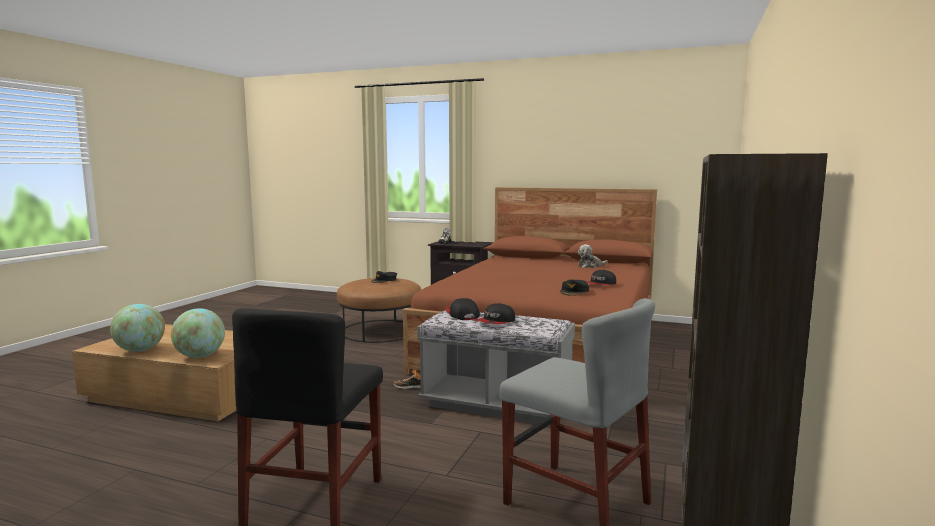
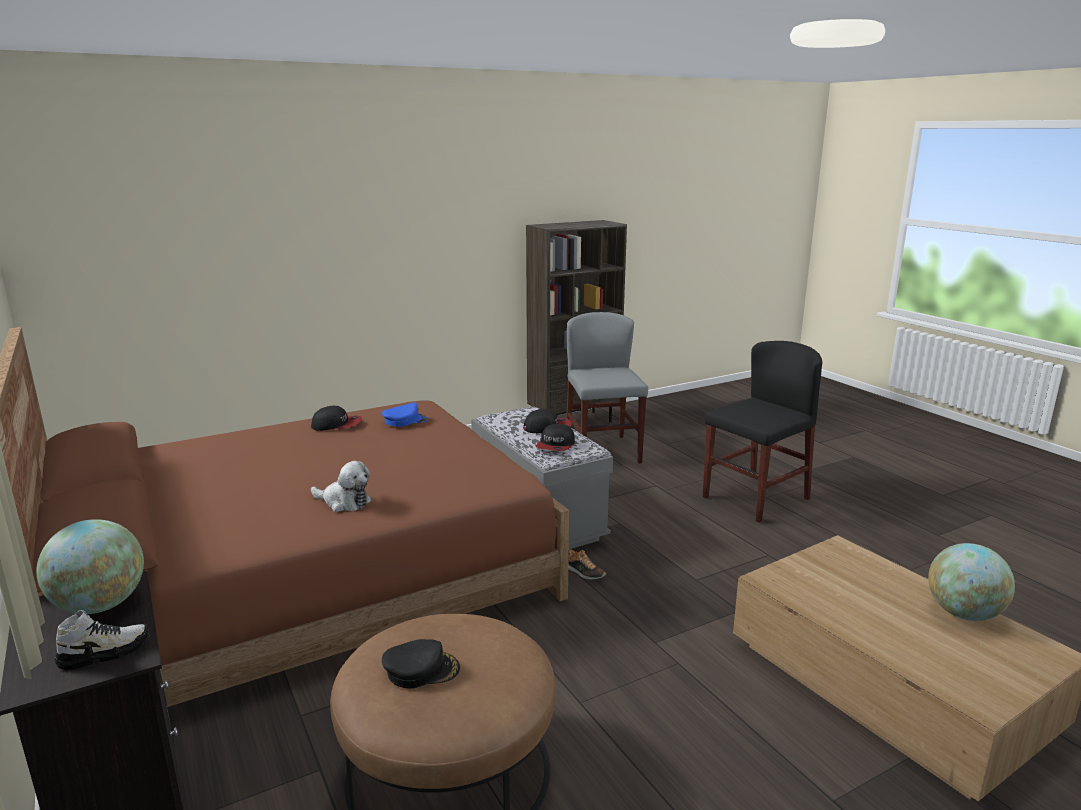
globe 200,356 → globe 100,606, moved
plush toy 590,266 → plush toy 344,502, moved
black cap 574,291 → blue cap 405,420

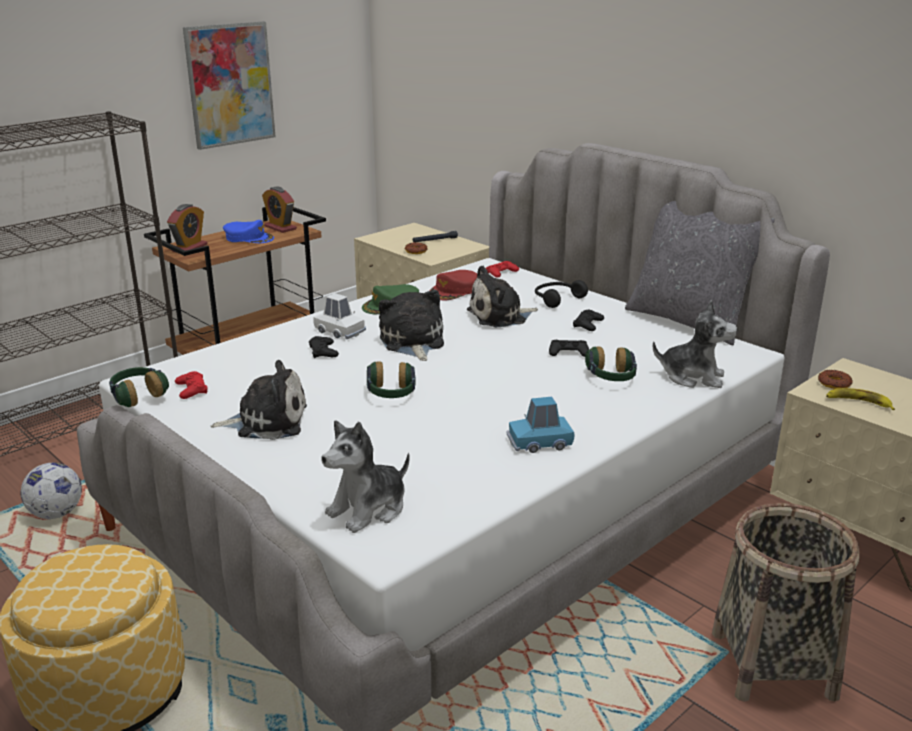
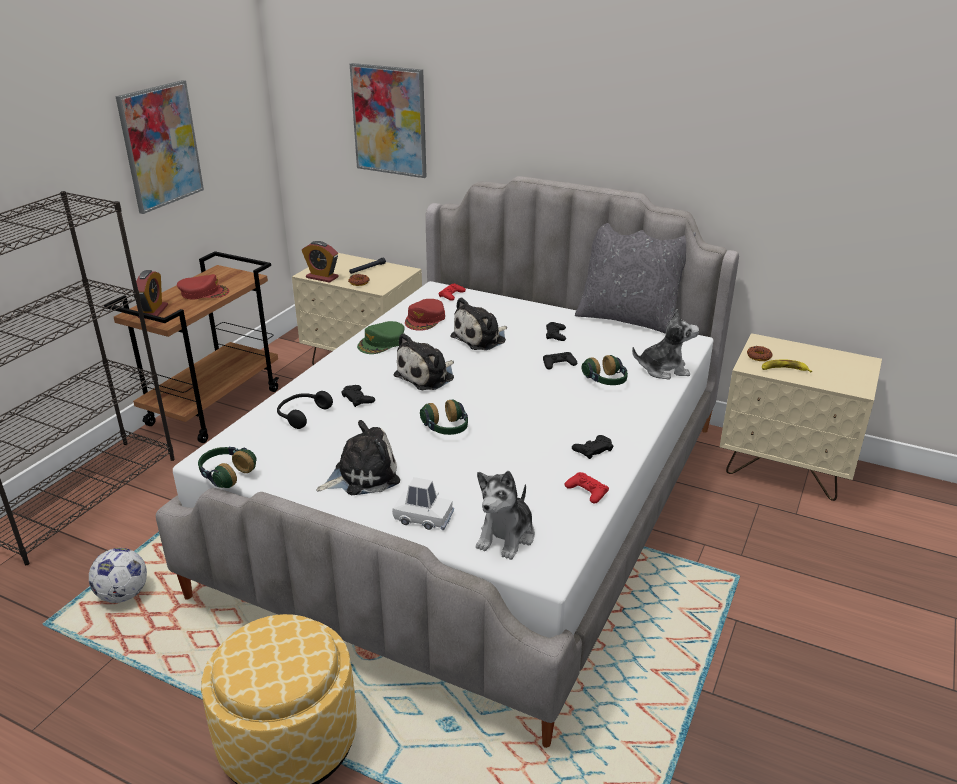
basket 773,664 → -
- → picture 389,120
red game controller 191,389 → red game controller 587,491, moved
alarm clock 280,227 → alarm clock 322,277, moved
white toy car 340,331 → white toy car 423,517, moved
black headphones 556,299 → black headphones 302,414, moved
blue toy car 539,442 → black game controller 593,449
blue cap 249,238 → red cap 204,292
plush toy 412,342 → plush toy 427,376, 105 degrees counterclockwise

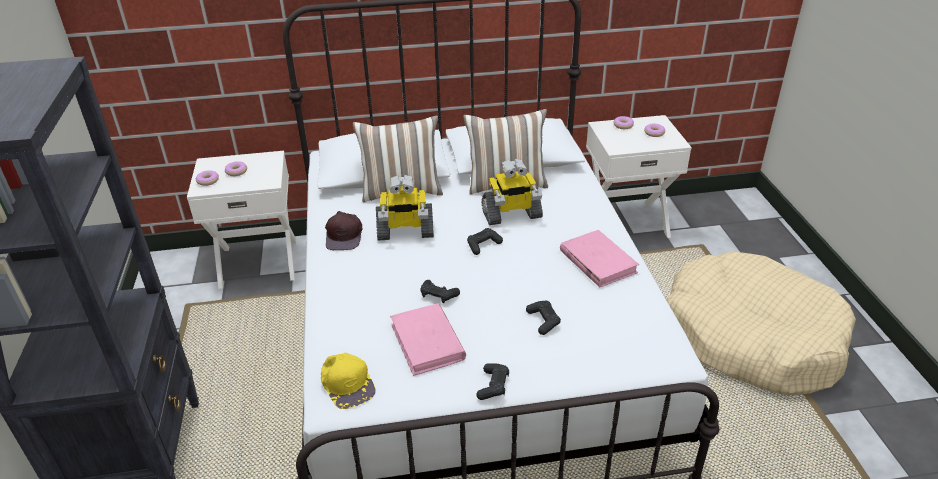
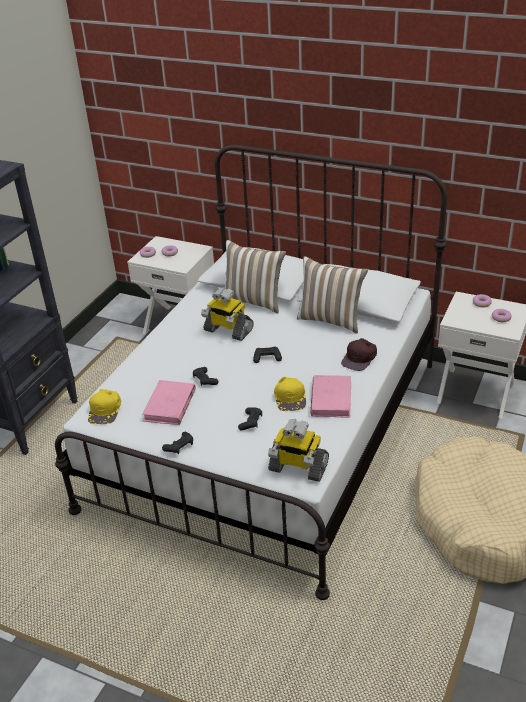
- → yellow cap 290,396
brown cap 345,235 → brown cap 360,358, moved
toy robot 511,215 → toy robot 298,467, moved

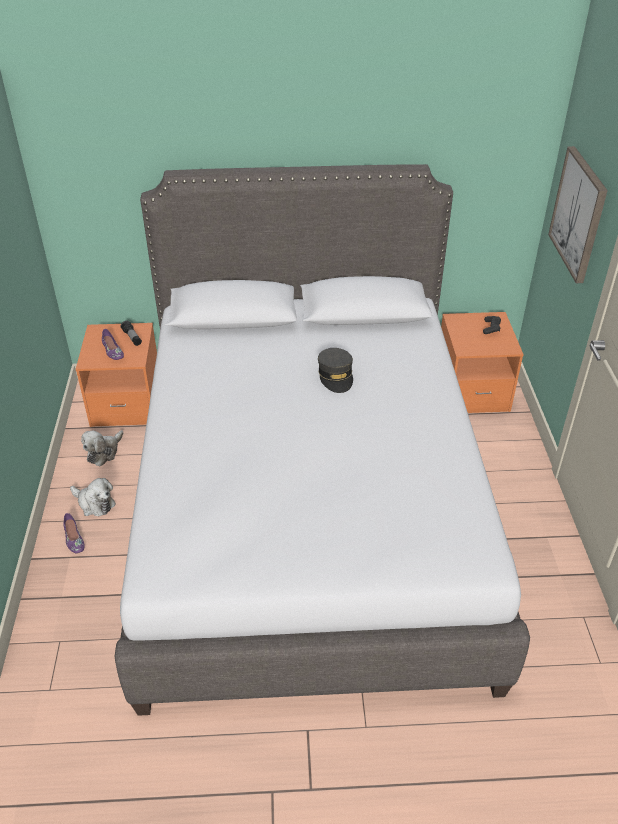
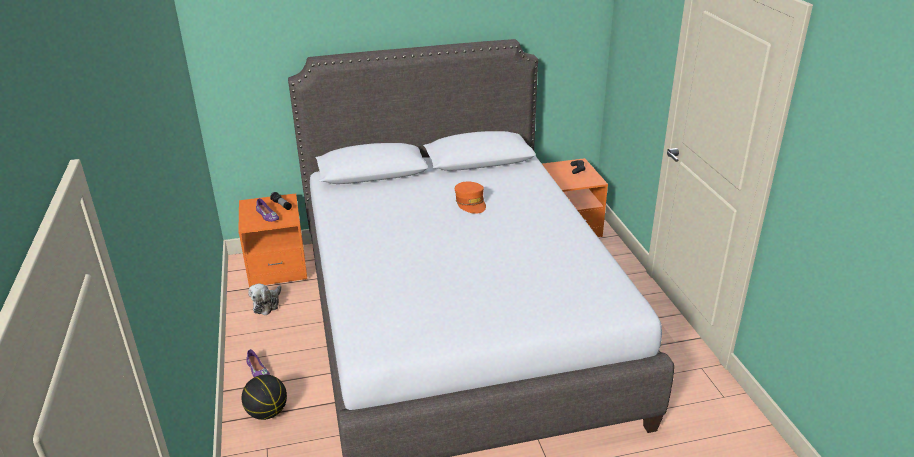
plush toy 94,503 → -
picture 579,214 → -
- → basketball 267,412
grey cap 336,376 → orange cap 470,203

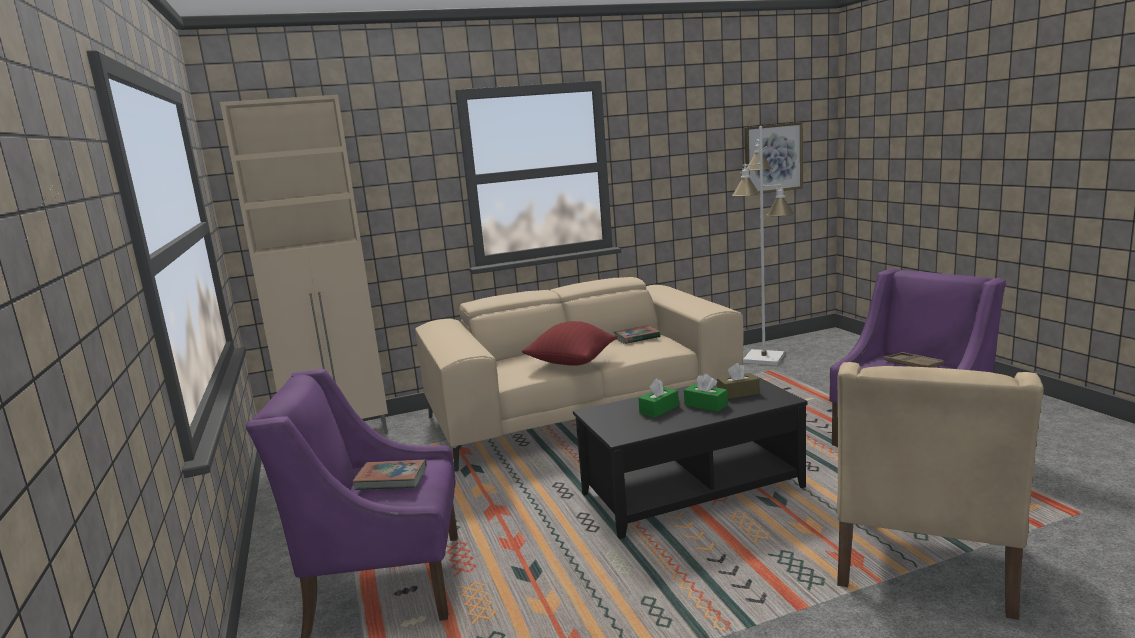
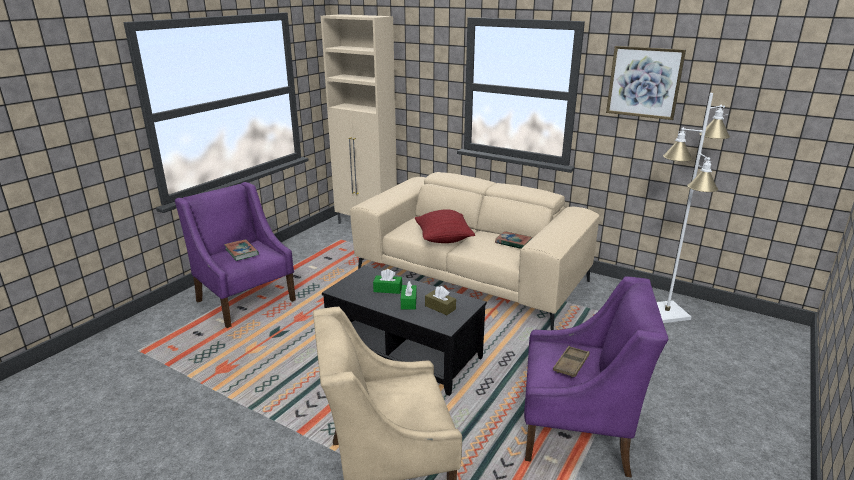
picture 773,158 → picture 644,82, moved

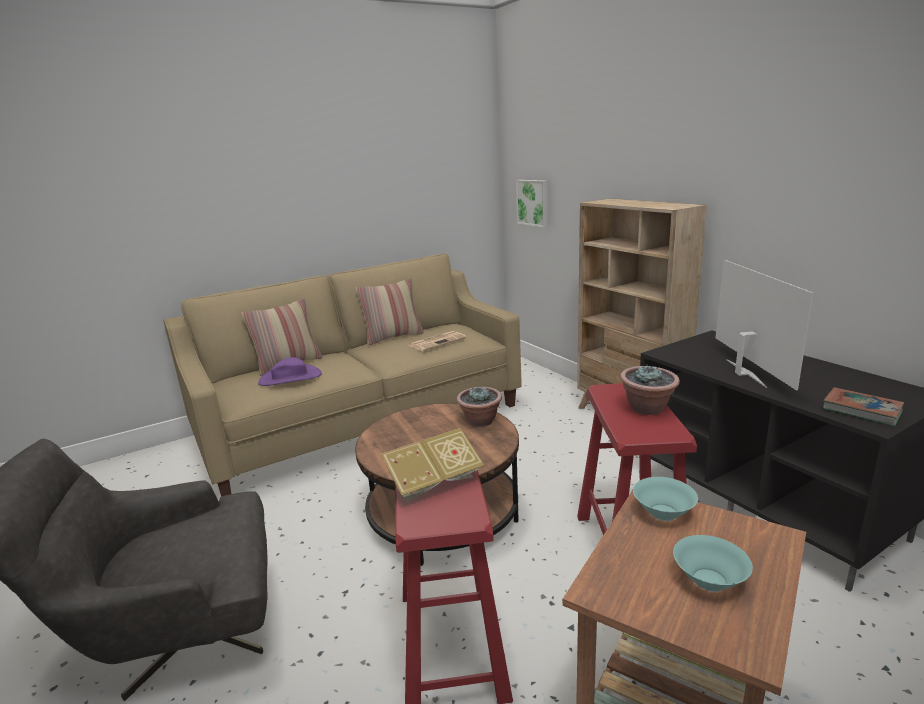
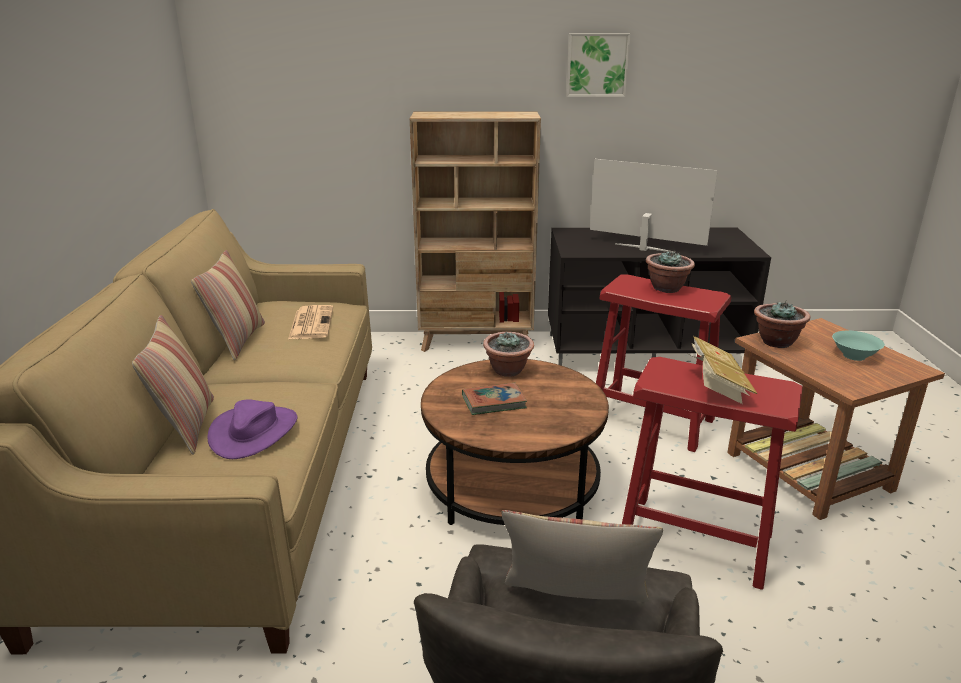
- → pillow 574,609
picture 533,202 → picture 596,65, moved
book 862,410 → book 494,402, moved
turquoise bowl 662,512 → potted plant 776,342

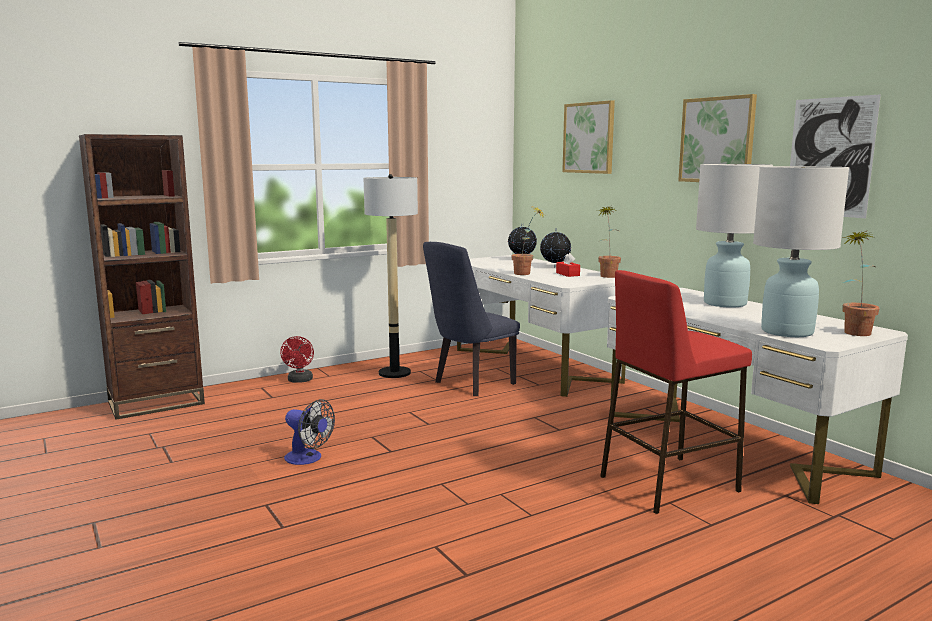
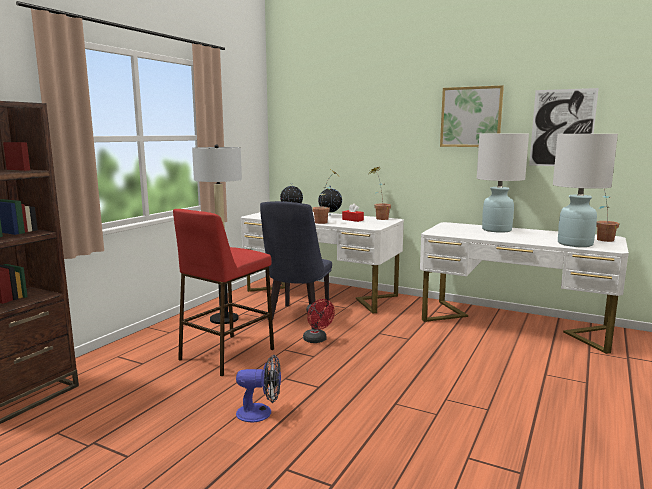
picture 589,138 → -
red fan 300,380 → red fan 317,340, moved
red stool 668,484 → red stool 226,354, moved

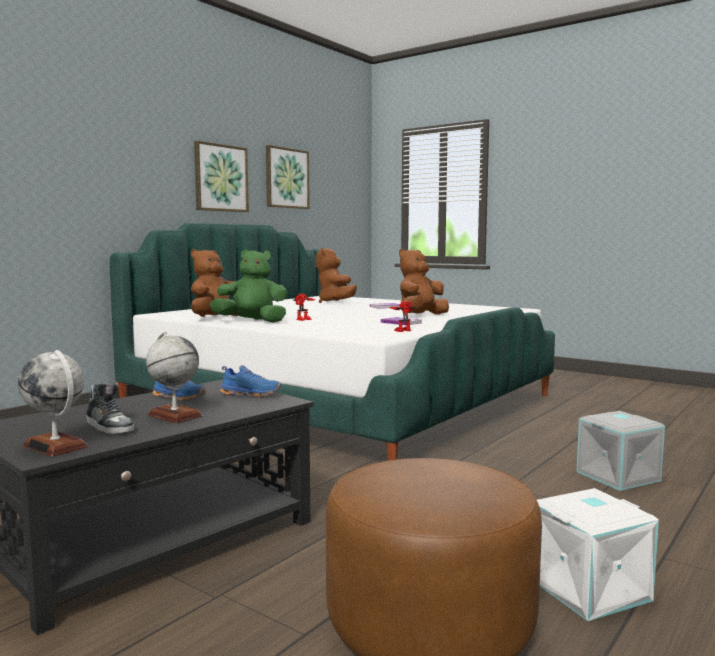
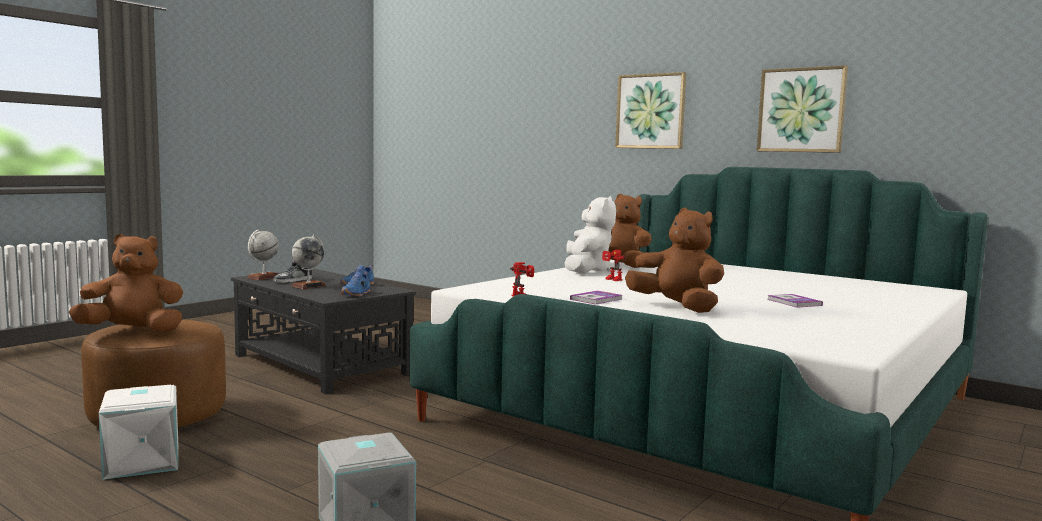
picture 286,178 → picture 651,111, moved
brown plush toy 335,302 → brown plush toy 133,331, moved
green plush toy 252,322 → white plush toy 587,271

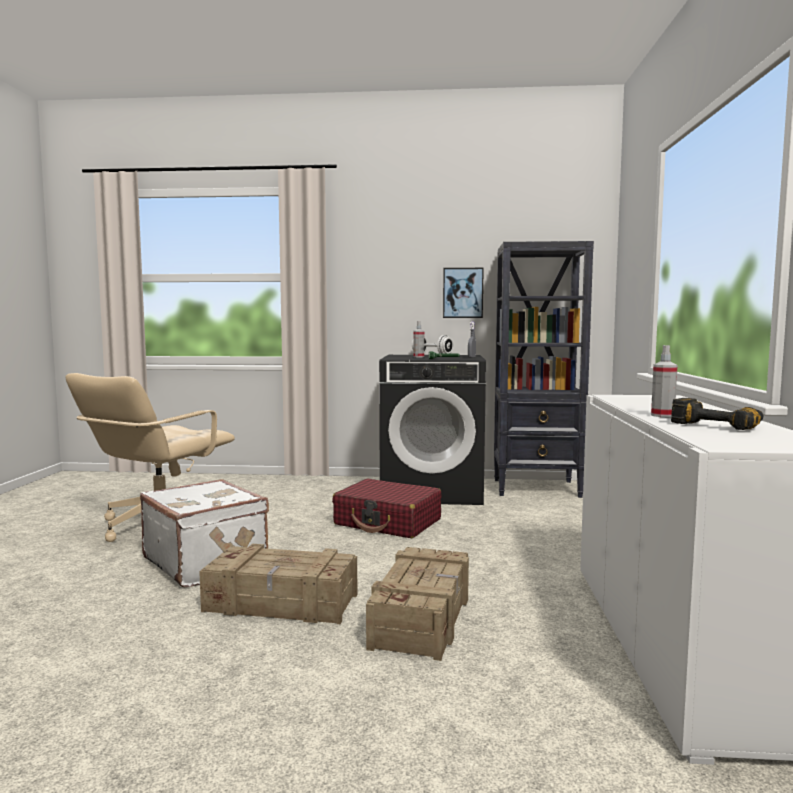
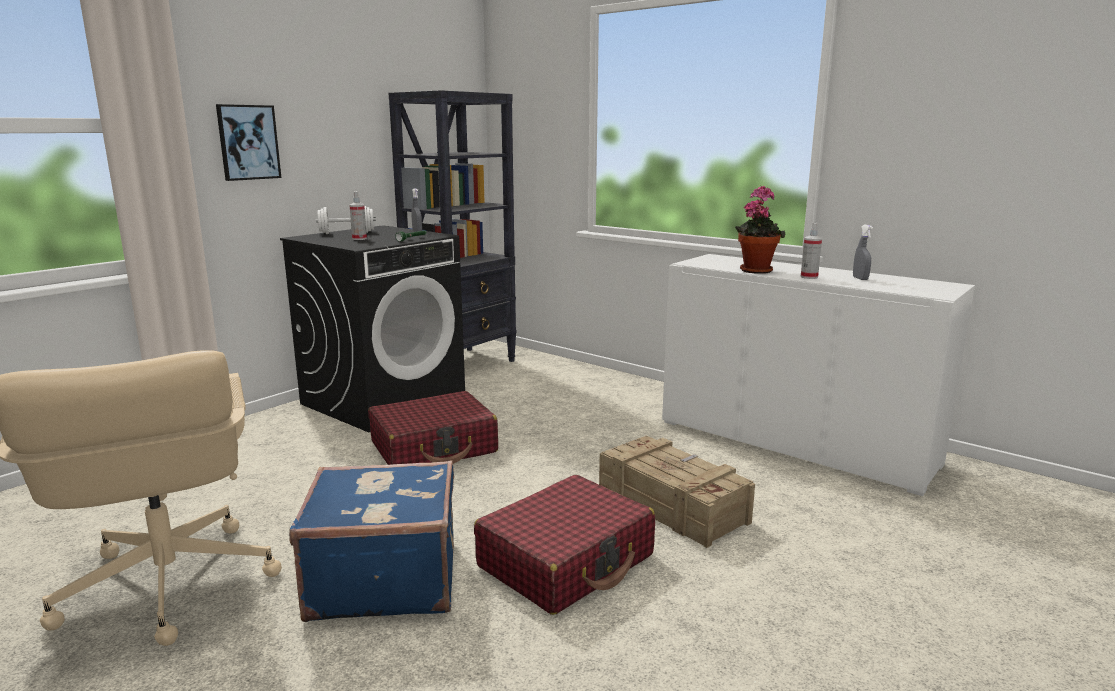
- → potted plant 755,270
picture 463,293 → picture 248,142, moved
crate 282,603 → red suitcase 567,561
power drill 719,425 → grey spray bottle 860,278
white suitcase 207,562 → blue suitcase 384,579

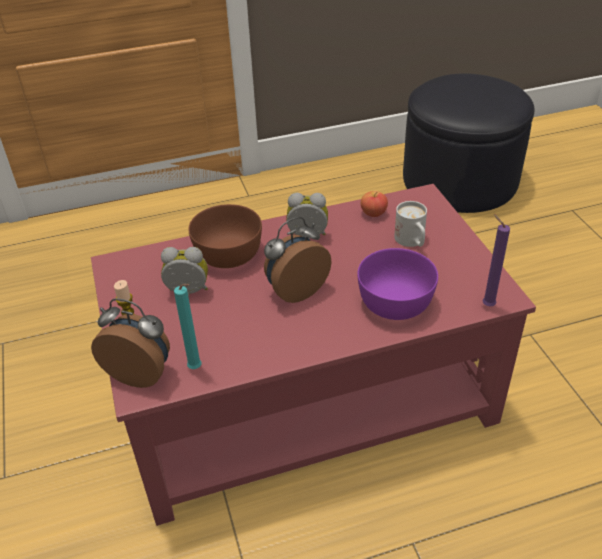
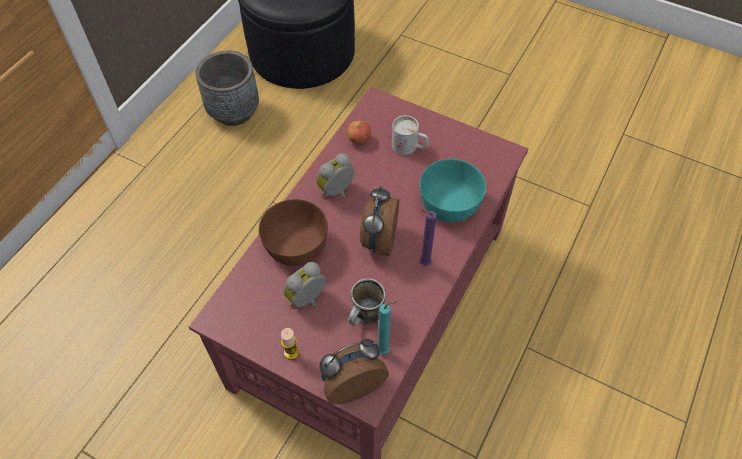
- → grey planter 234,112
- → mug 366,317
purple candle 486,305 → purple candle 423,263, moved
purple bowl 396,301 → turquoise bowl 449,202

